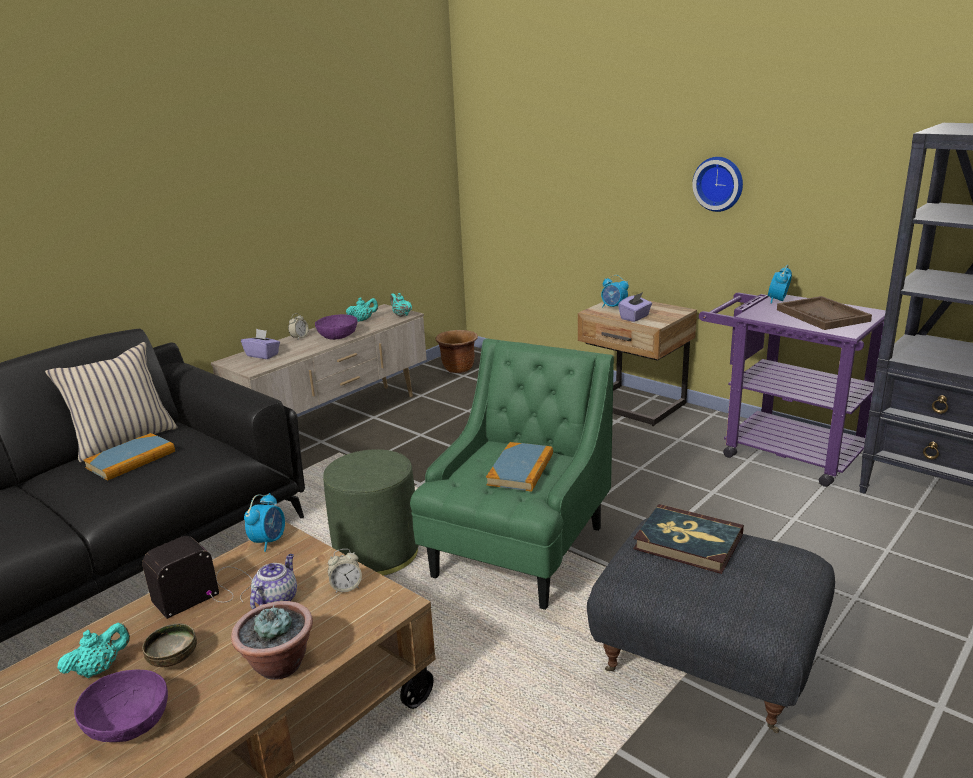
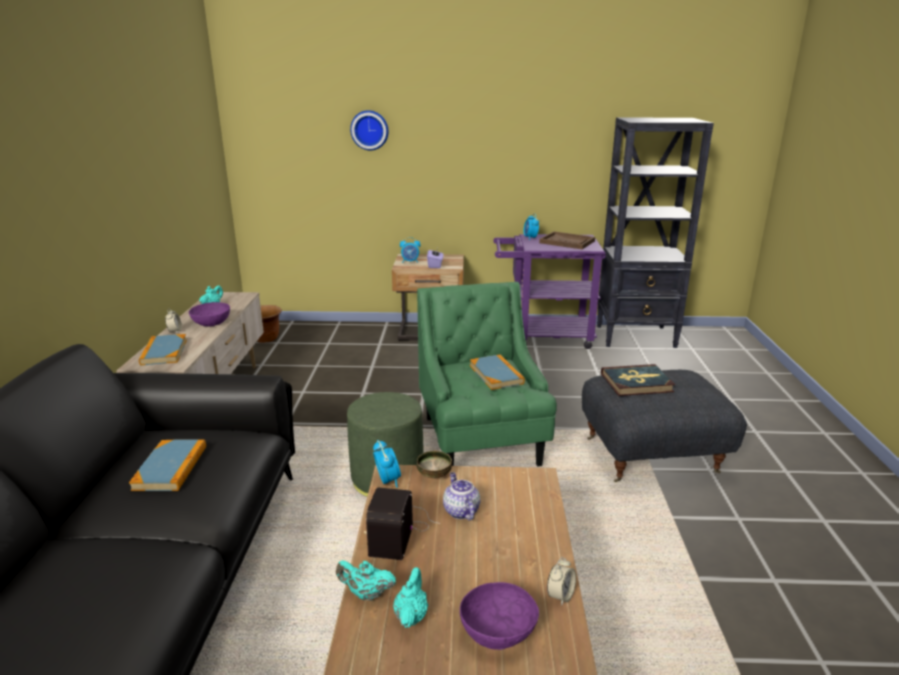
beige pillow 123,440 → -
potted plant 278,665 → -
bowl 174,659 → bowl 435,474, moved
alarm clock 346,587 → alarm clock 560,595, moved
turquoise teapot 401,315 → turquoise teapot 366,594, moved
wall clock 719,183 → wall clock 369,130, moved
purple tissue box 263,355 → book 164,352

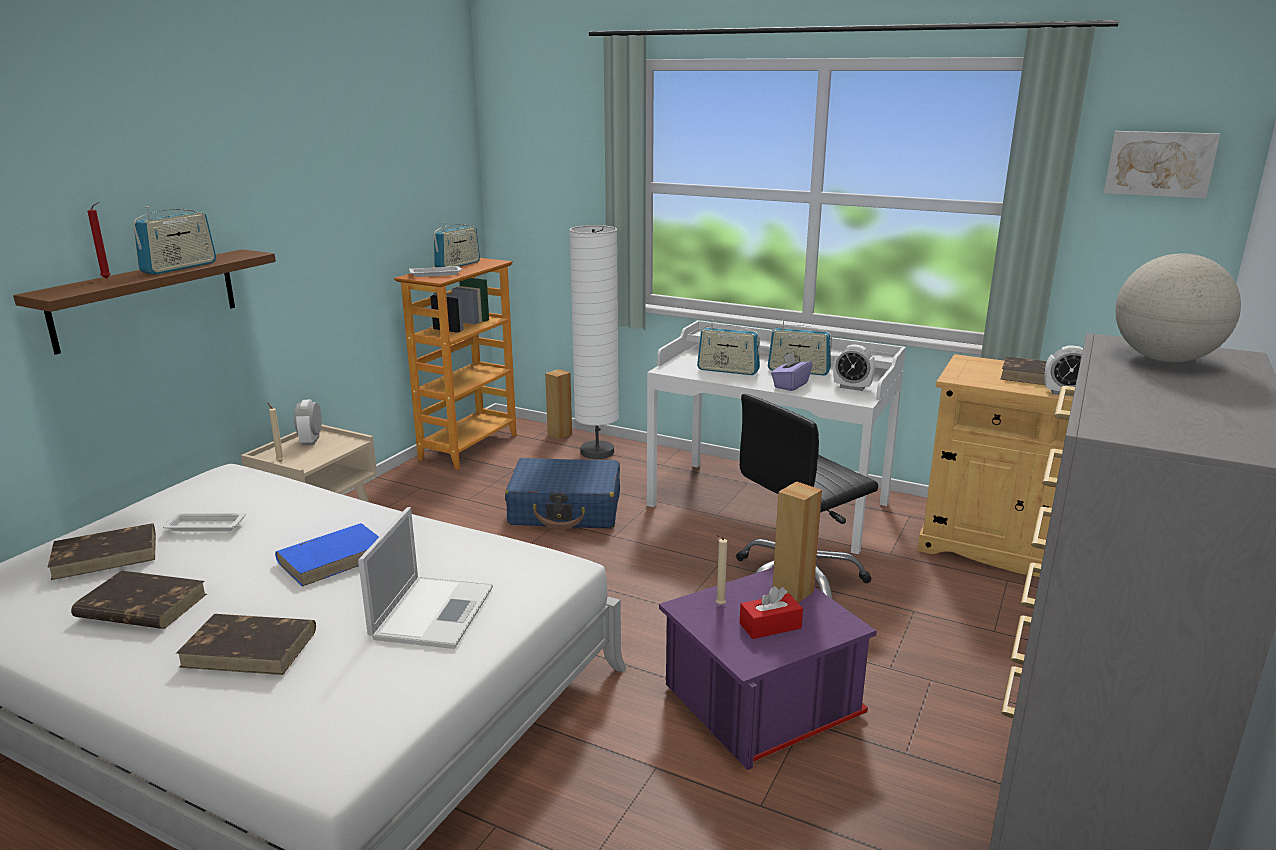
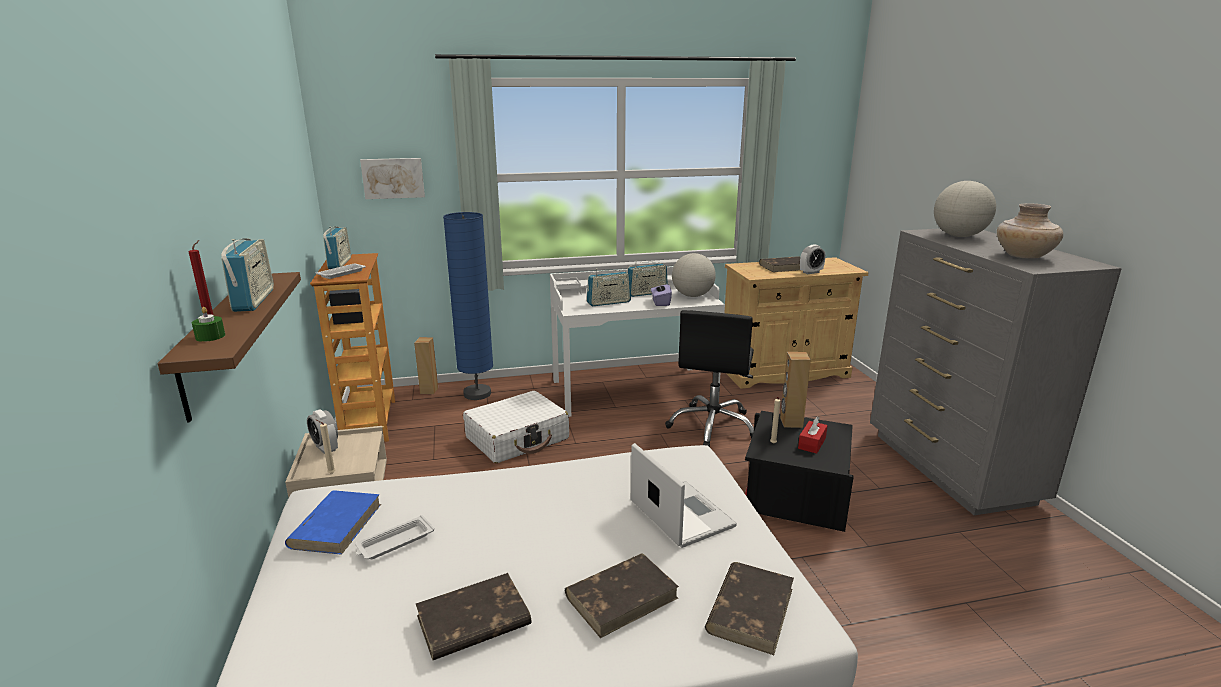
- → green candle 210,336
- → beige vase 1023,257
brown book 107,555 → brown book 750,609, moved
blue book 333,558 → blue book 336,525, moved
picture 1159,163 → picture 393,178, moved
alarm clock 852,387 → globe 692,295
blue suitcase 566,509 → white suitcase 518,438
white floor lamp 597,452 → blue floor lamp 477,394
purple storage box 759,702 → black storage box 792,497

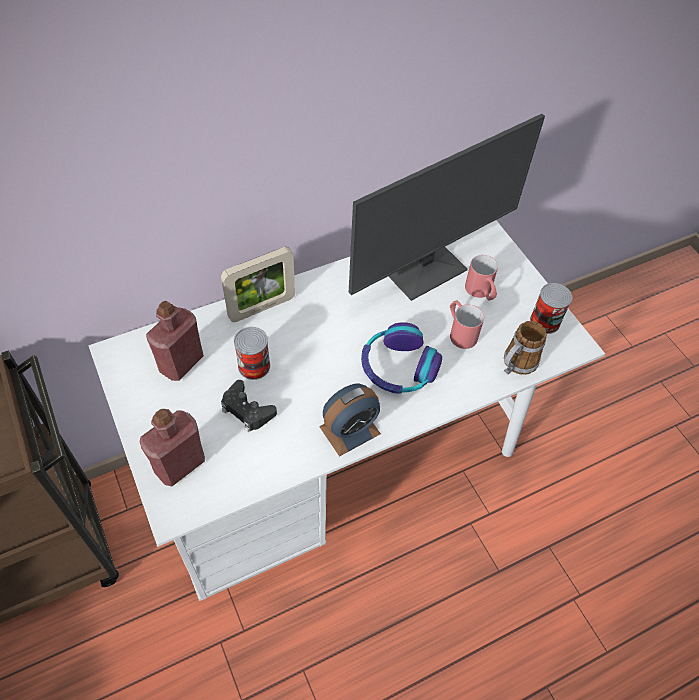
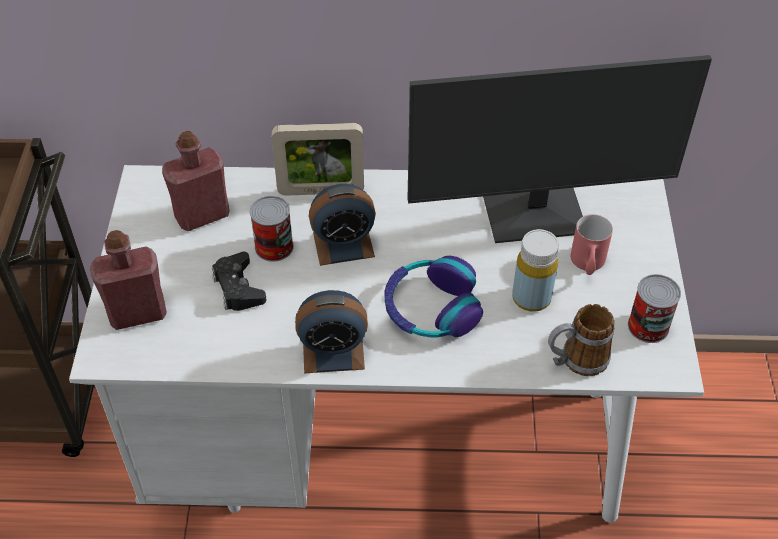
- → alarm clock 343,245
red mug 460,332 → yellow bottle 531,298

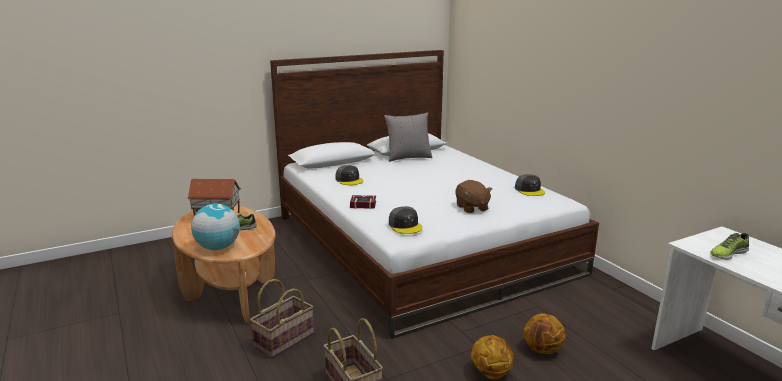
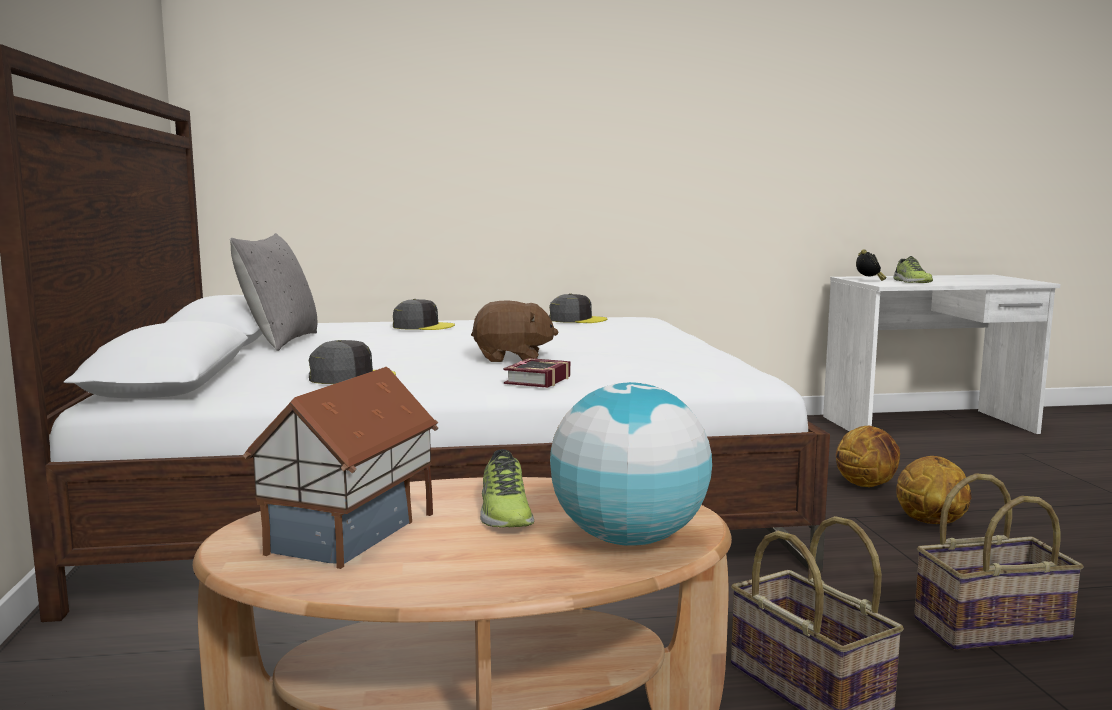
- → alarm clock 869,280
grey cap 405,225 → grey cap 422,326, moved
brown plush toy 471,208 → brown plush toy 512,358, moved

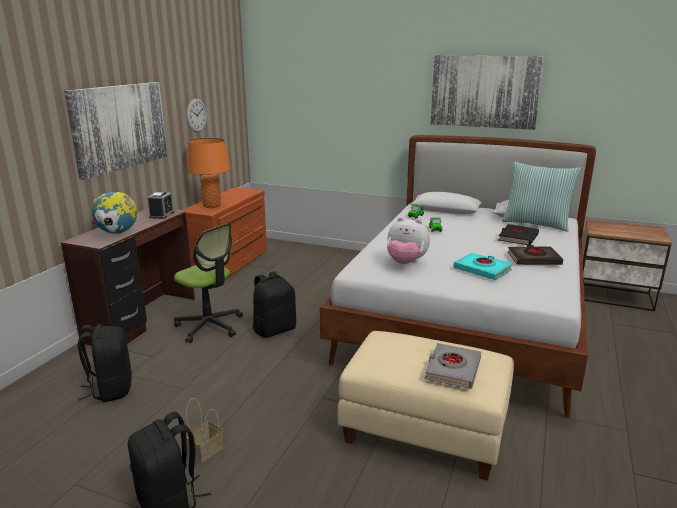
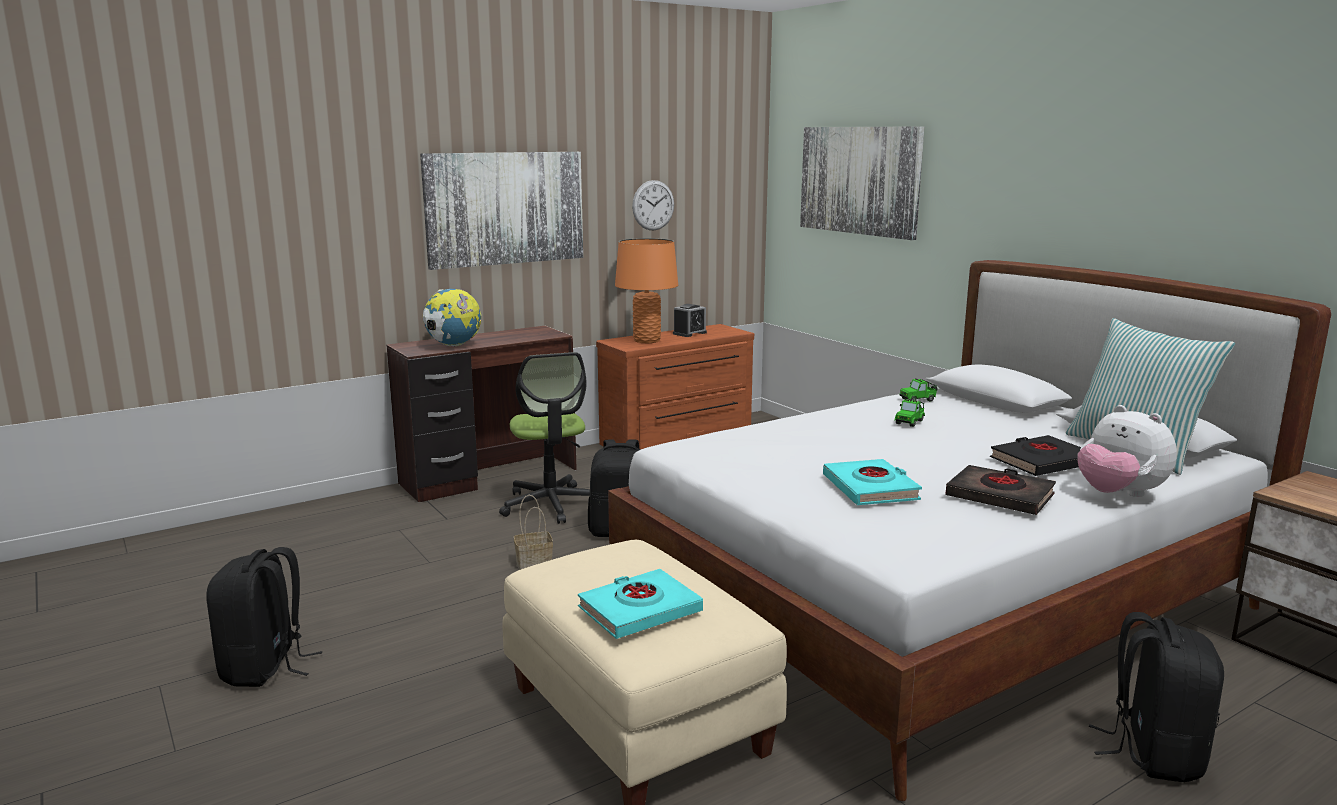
black backpack 111,389 → black backpack 1153,753, moved
alarm clock 162,215 → alarm clock 689,333, moved
basket 206,449 → basket 535,562, moved
plush toy 406,263 → plush toy 1119,494, moved
picture 484,91 → picture 859,180, moved
grey book 452,369 → turquoise book 639,610

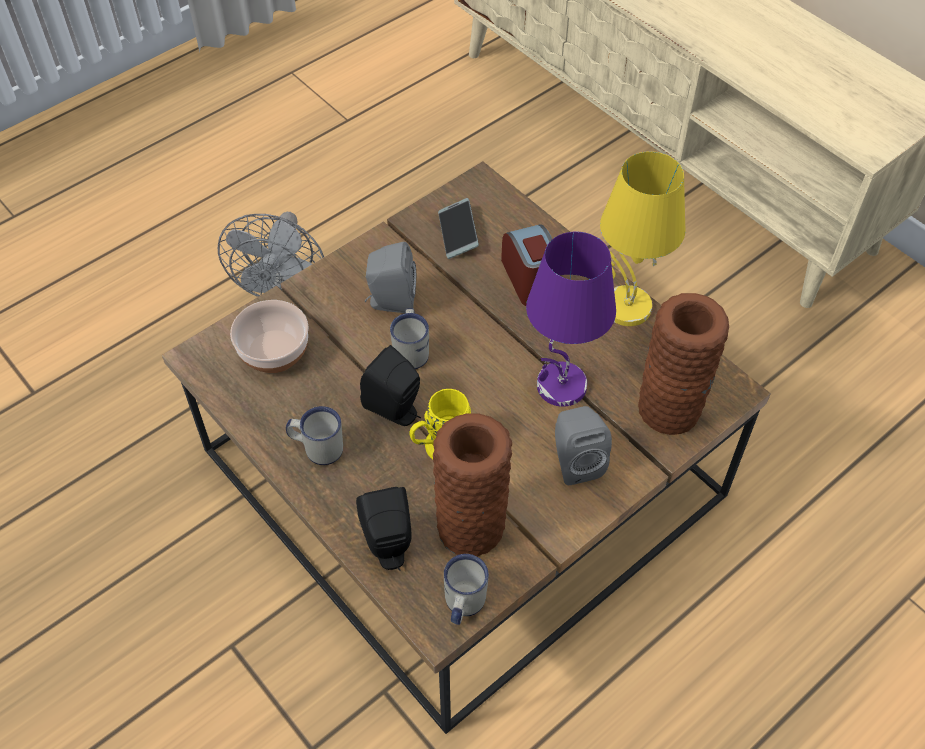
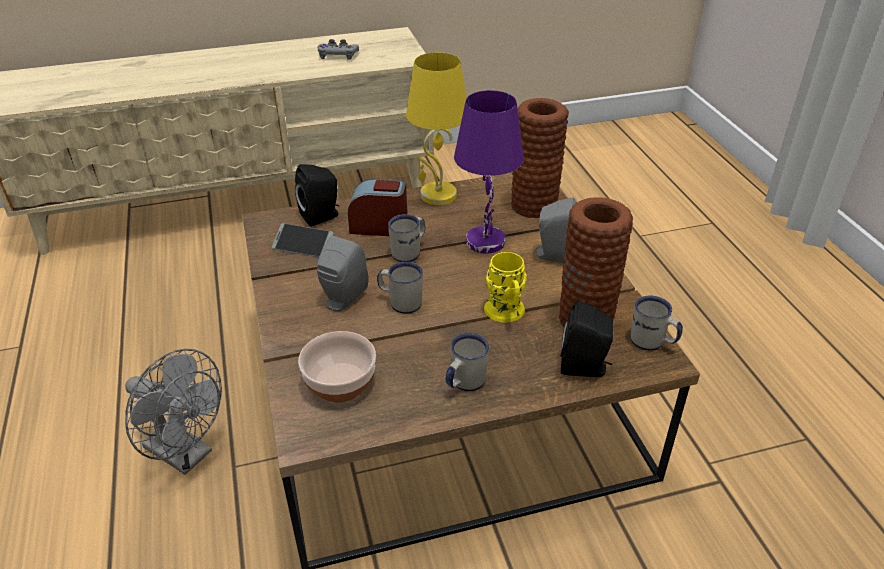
- → grey game controller 338,55
- → white mug 409,252
black speaker 396,410 → black speaker 322,216, moved

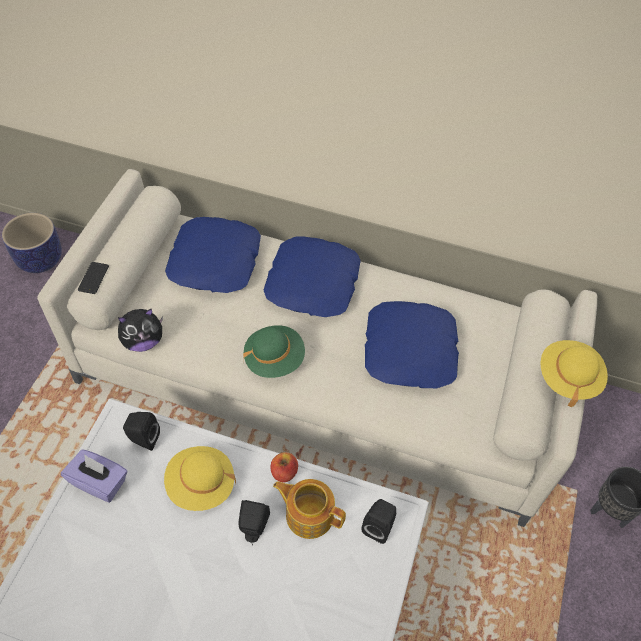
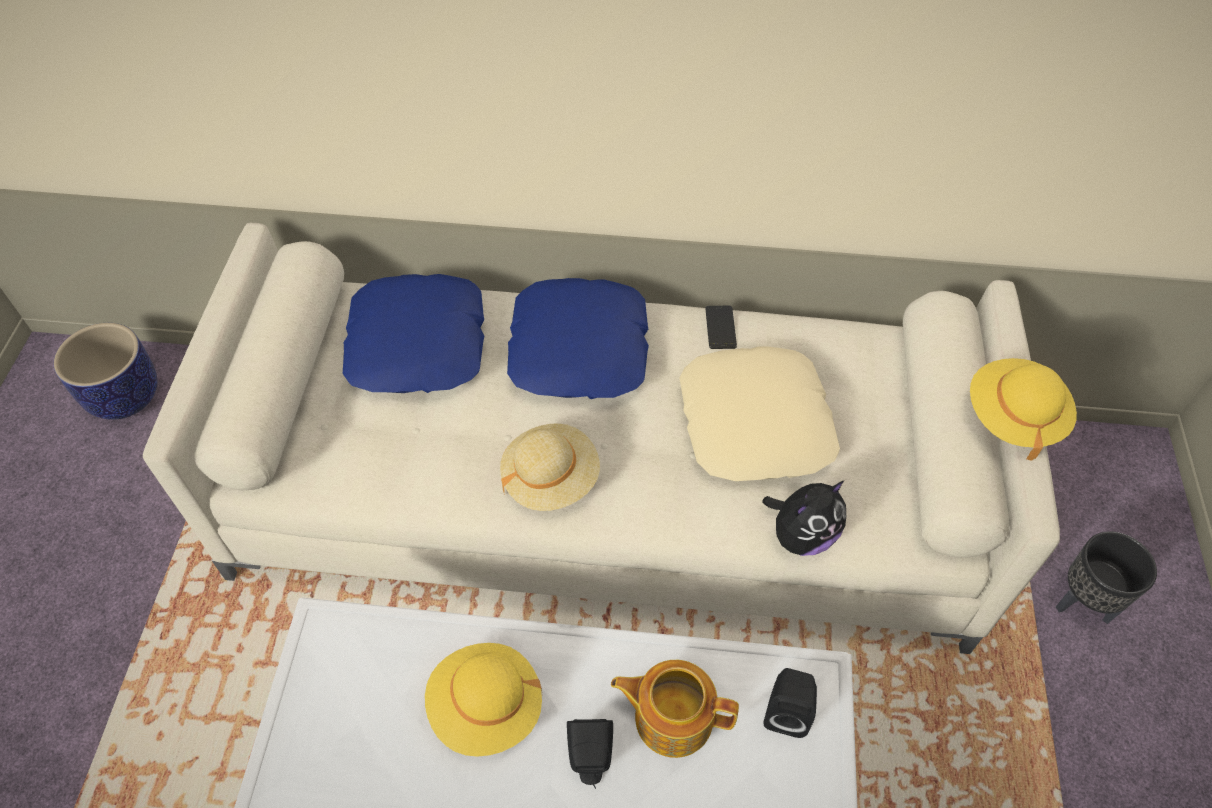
purple tissue box 100,482 → -
black speaker 143,439 → -
apple 284,472 → -
phone 93,278 → phone 720,327, moved
plush toy 143,341 → plush toy 801,535, moved
green hat 274,359 → beige hat 550,479
blue pillow 410,350 → beige pillow 756,423

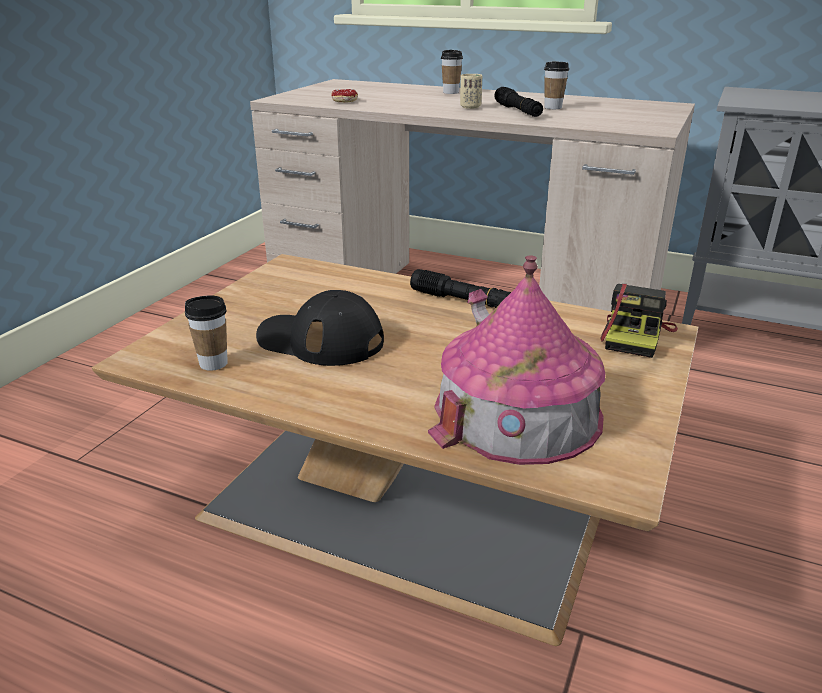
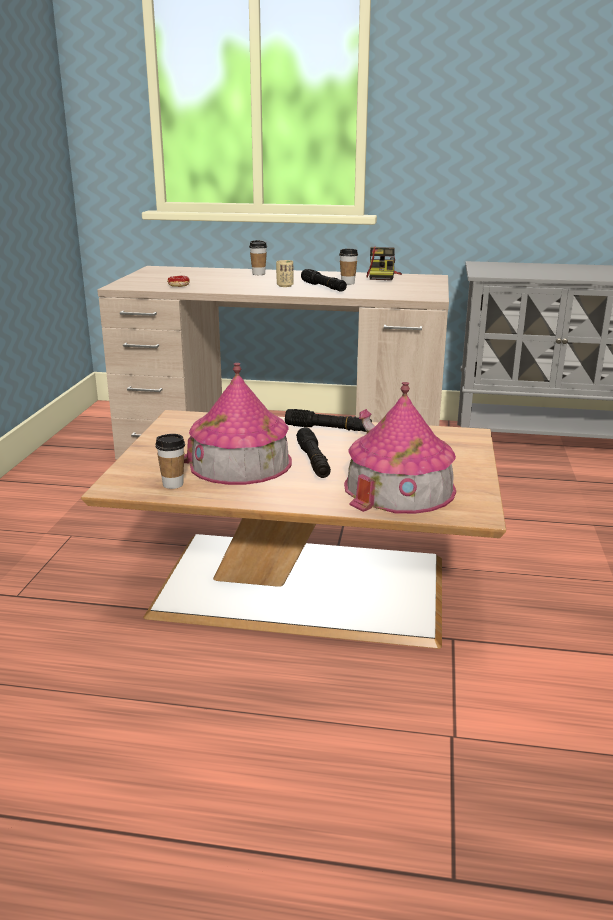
- → black flashlight 313,461
photo camera 636,336 → photo camera 382,276, moved
black cap 320,340 → toy house 240,462

